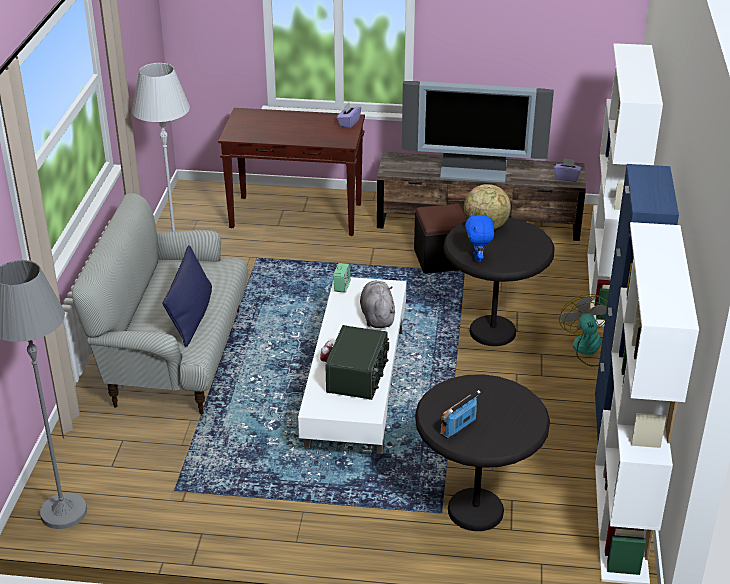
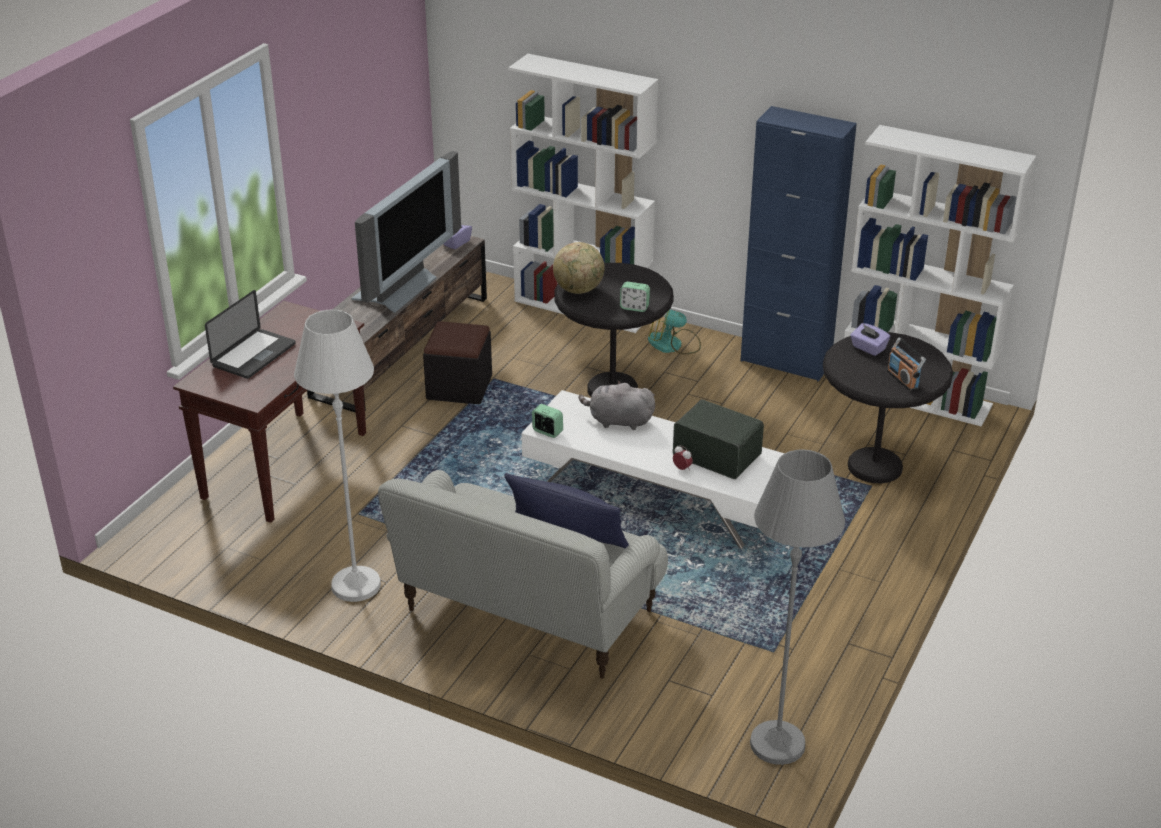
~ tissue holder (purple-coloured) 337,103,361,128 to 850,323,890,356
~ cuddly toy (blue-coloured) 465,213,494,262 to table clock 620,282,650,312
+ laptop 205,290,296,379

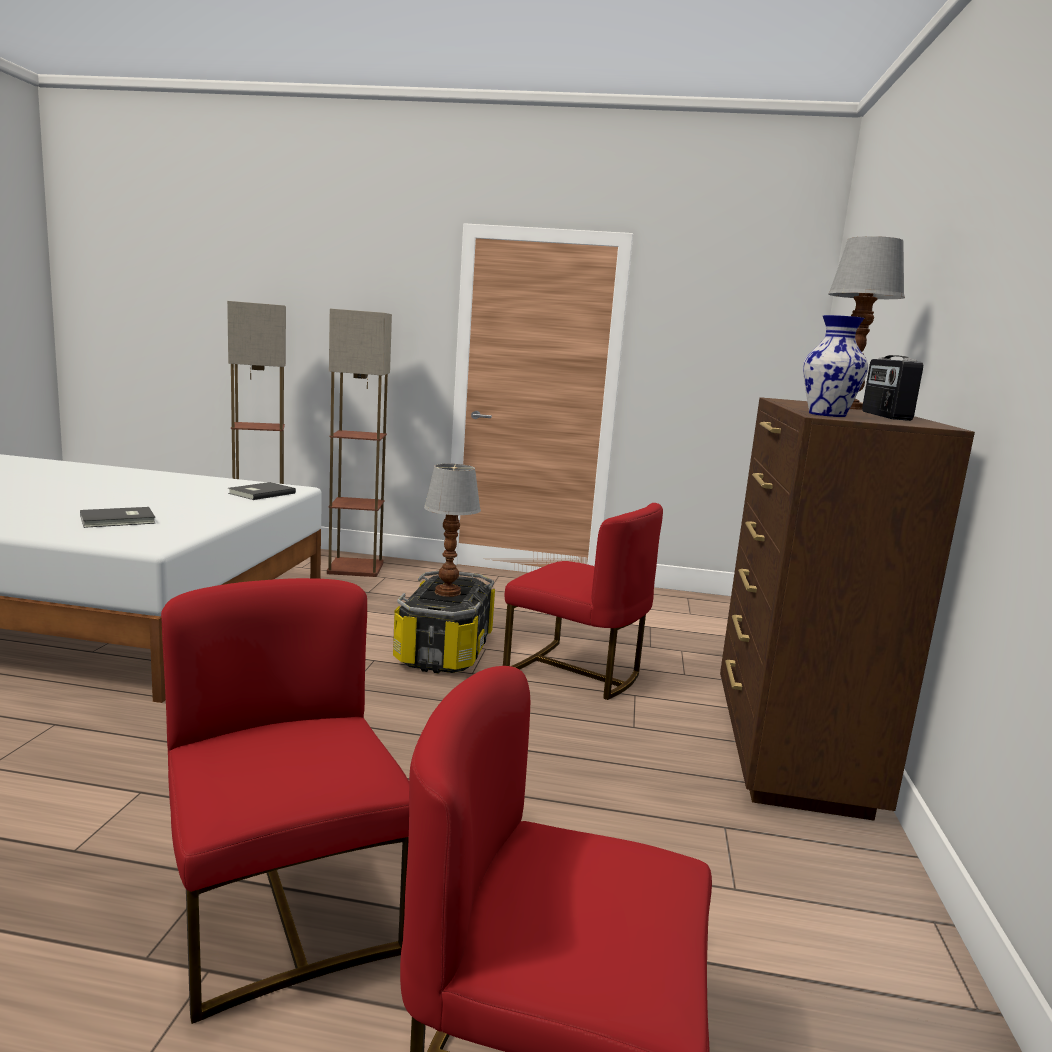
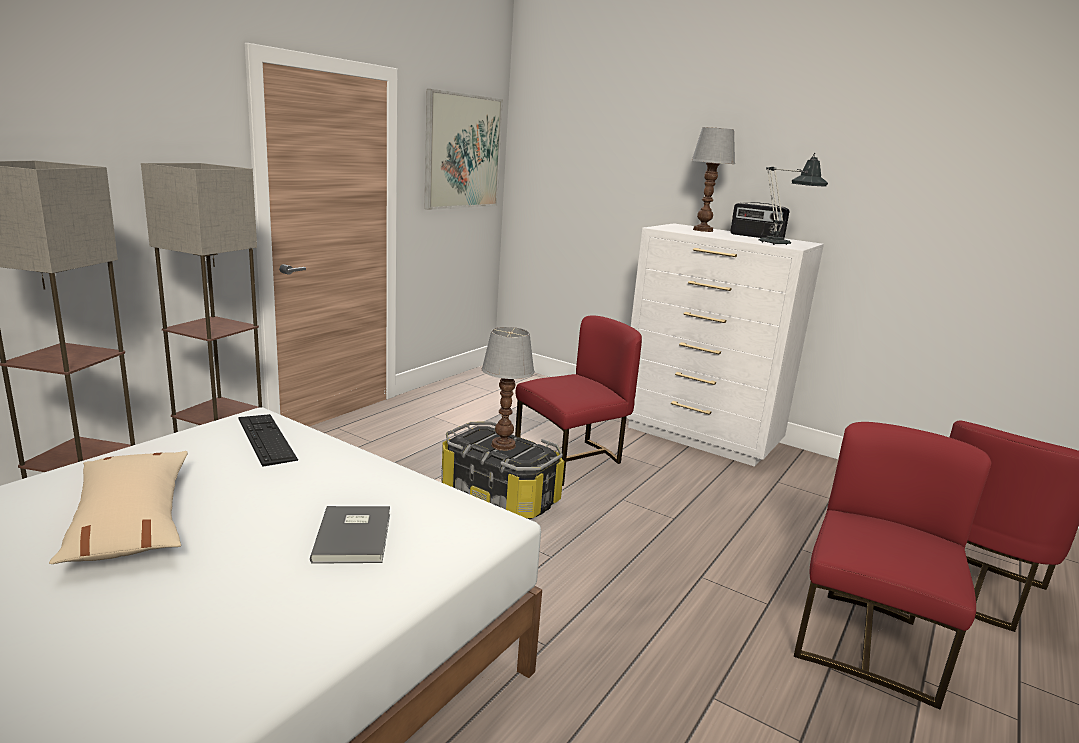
~ vase 803,315,868,417 to tabletop lamp 759,153,828,245
~ chest of drawers (brown-coloured) 720,397,975,820 to chest of drawers (white) 627,223,824,467
~ bound book (greyish) 228,482,296,500 to computer keyboard 239,414,298,467
~ upright chair (red) 161,578,409,1024 = 794,422,991,709 120 degrees clockwise
+ wall picture 424,89,503,210
+ throw pillow (beige) 49,451,188,564

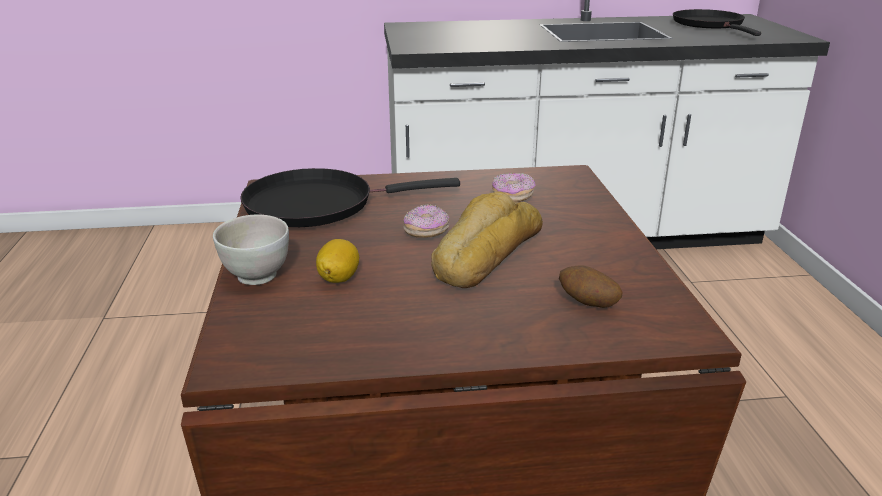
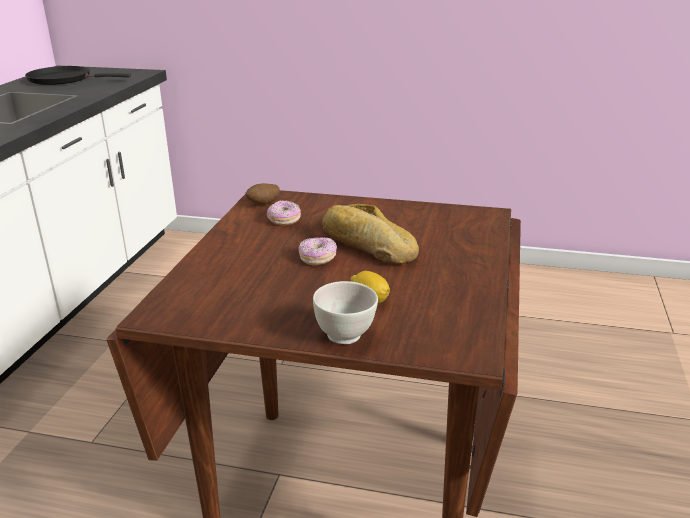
- skillet (blackish) 240,168,460,227
~ potato 559,265,623,308 to 245,183,279,205

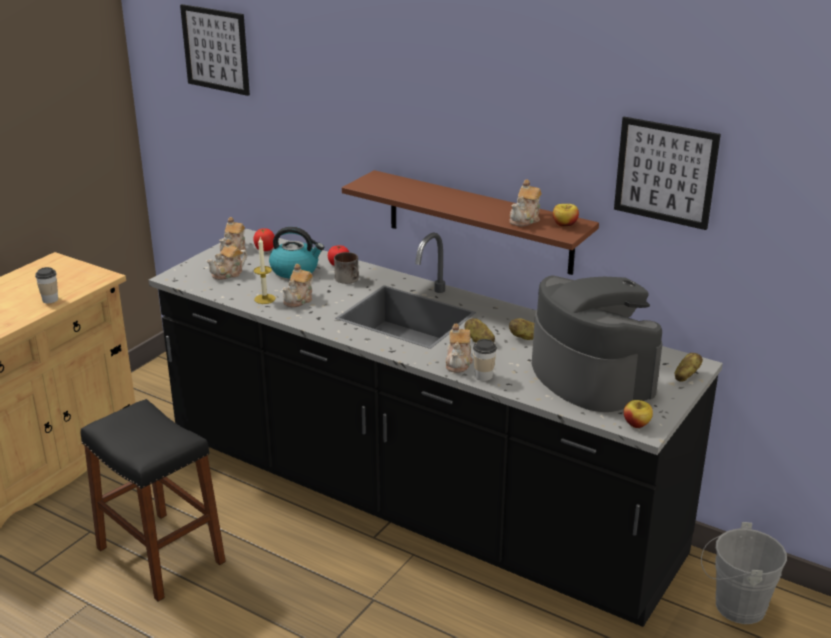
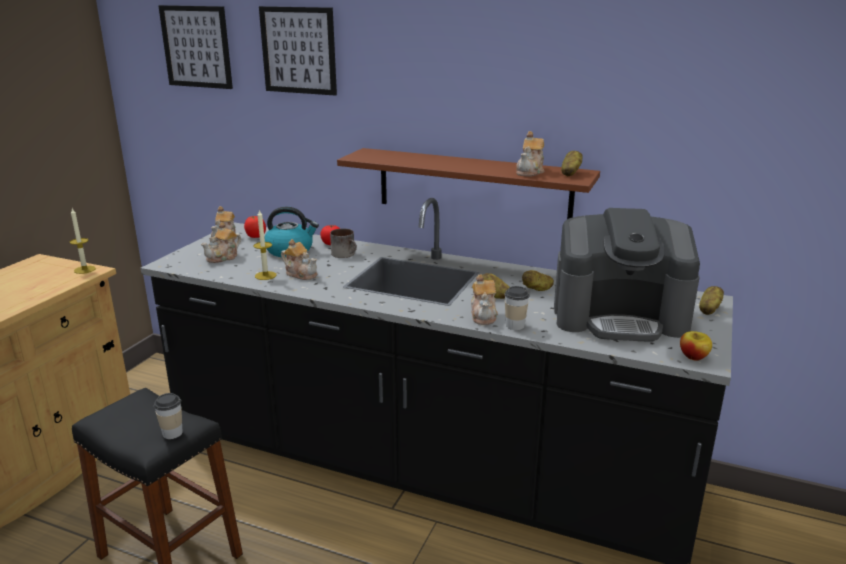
~ wall picture 614,117,721,230 to 259,6,337,95
~ whole apple 553,204,579,227 to potato 561,151,583,176
~ teapot 282,264,313,307 = 281,239,317,280 75 degrees counterclockwise
~ drinking cup 35,267,58,303 to 154,393,183,439
~ coffee maker 532,276,662,412 = 554,208,700,342 135 degrees clockwise
- bucket (greyish) 701,522,787,624
+ wax candle 70,208,96,274

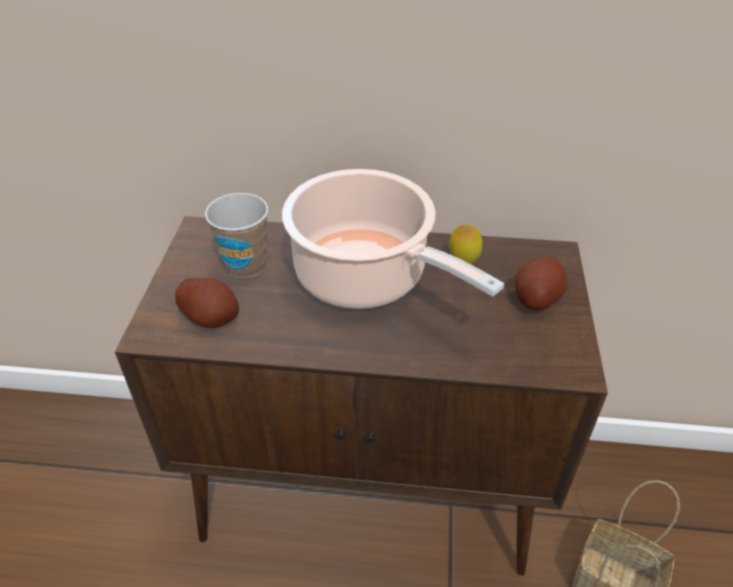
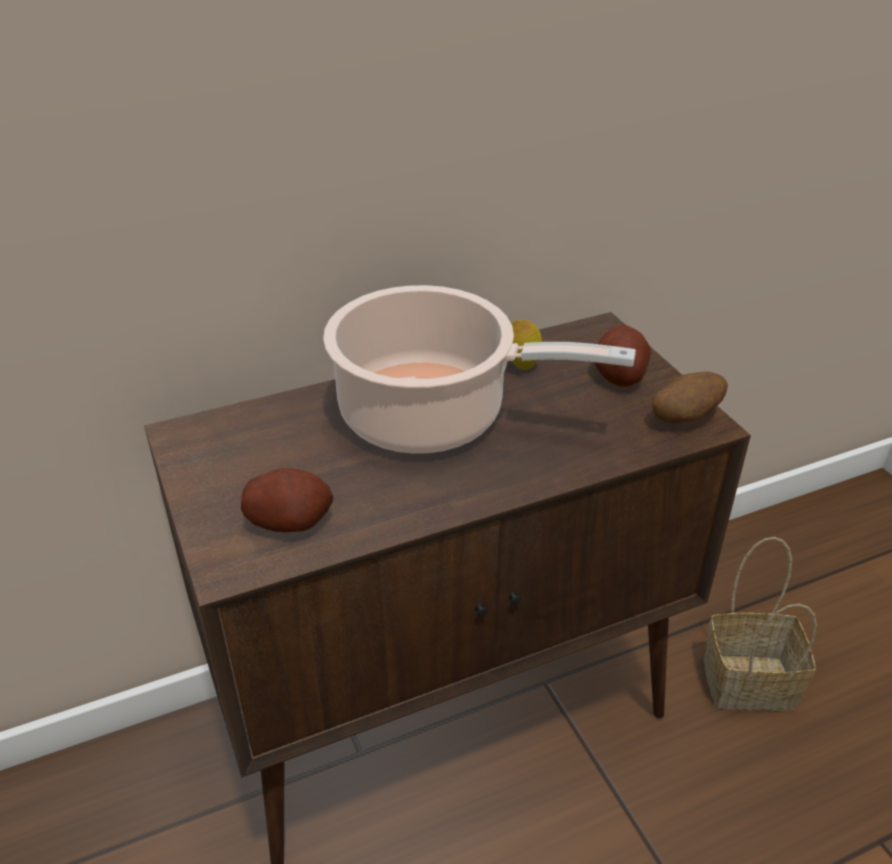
- drinking cup 205,193,268,278
+ potato 652,371,728,424

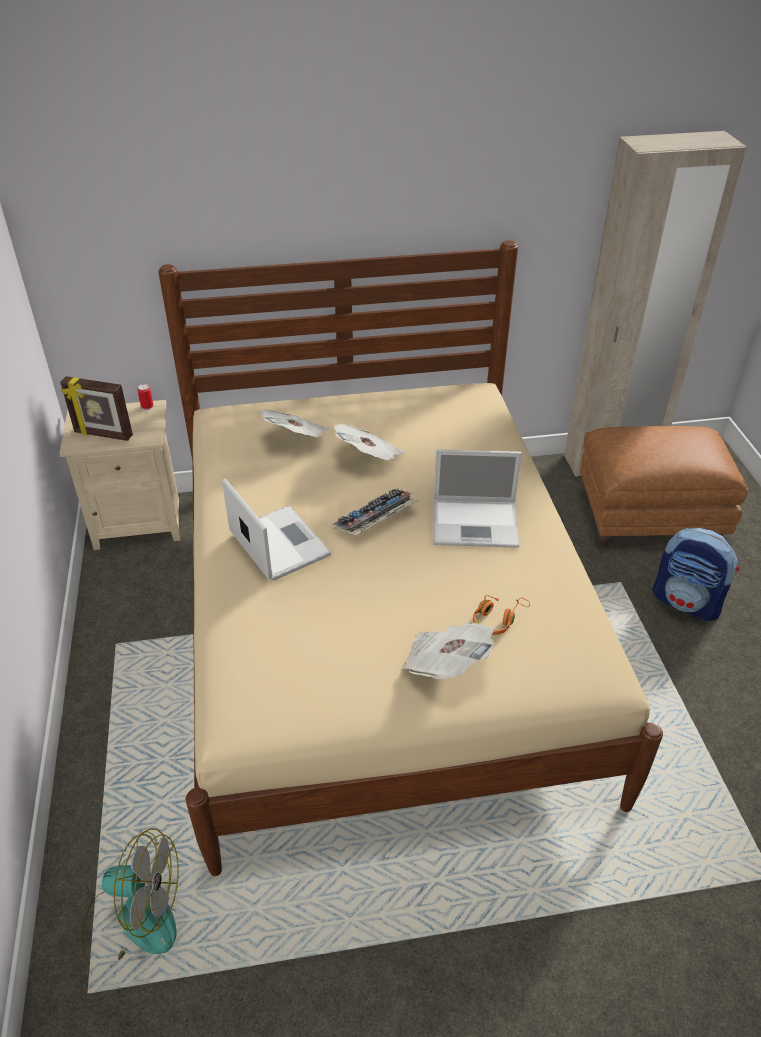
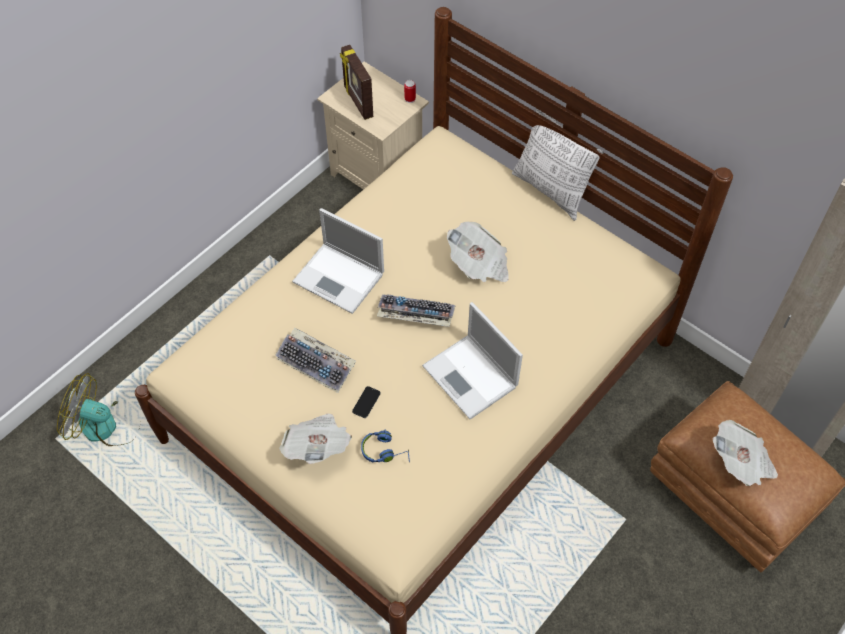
~ daily paper 258,409,330,438 to 713,420,778,486
~ laptop 222,479,331,581 = 292,208,384,314 105 degrees clockwise
- knapsack 652,528,740,621
~ pair of headphones (orangey) 473,595,530,635 to pair of headphones (blue-coloured) 361,429,410,463
~ cooling fan 81,828,179,968 = 57,373,140,446 135 degrees clockwise
+ throw pillow 512,108,604,221
+ computer keyboard 275,327,356,393
+ phone 352,386,381,418

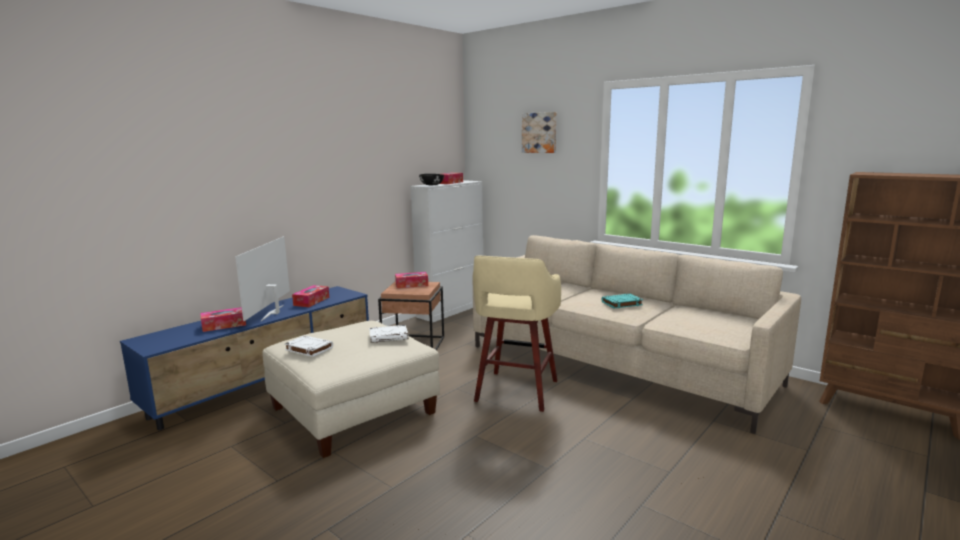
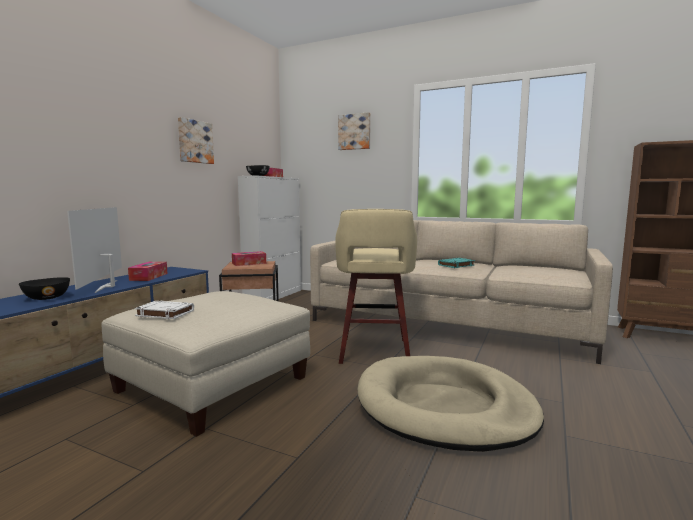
~ tissue holder 200,307,246,332 to serving bowl (blackish) 19,277,70,300
- bound book (white) 369,325,408,343
+ wall picture 178,117,214,164
+ pet bed (beige) 357,356,544,452

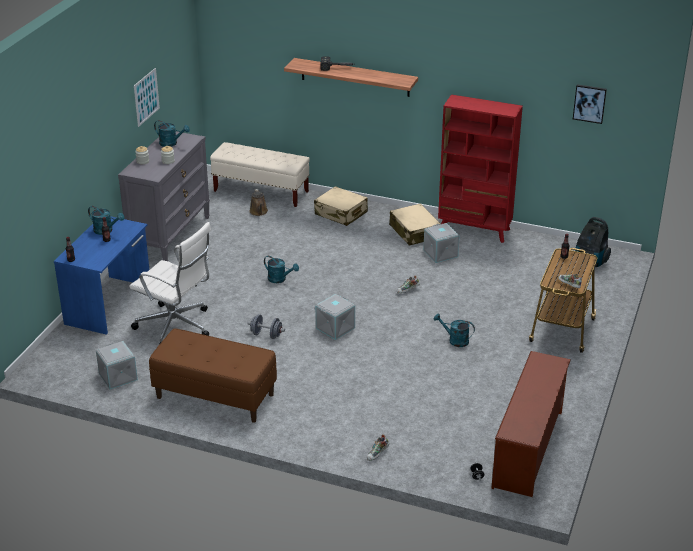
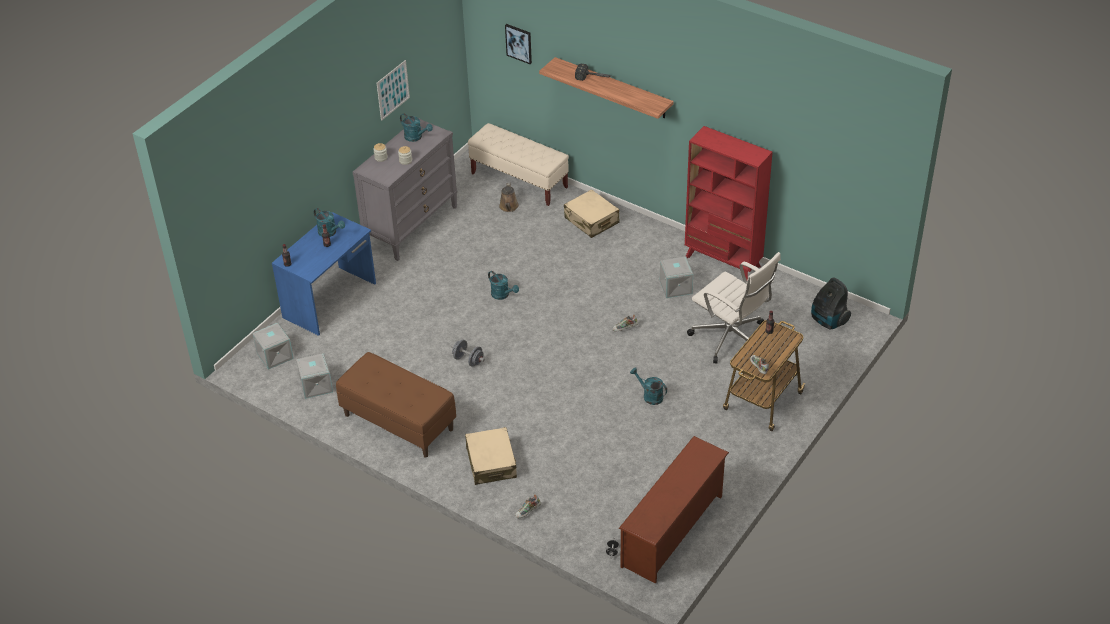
~ wall picture 573,84,607,124 to 505,24,532,64
~ piece of luggage (beige) 389,203,441,246 to 465,427,517,485
~ computer chair (white) 129,222,211,345 to 687,252,781,363
~ storage container (greyish) 315,294,355,340 to 253,323,294,370

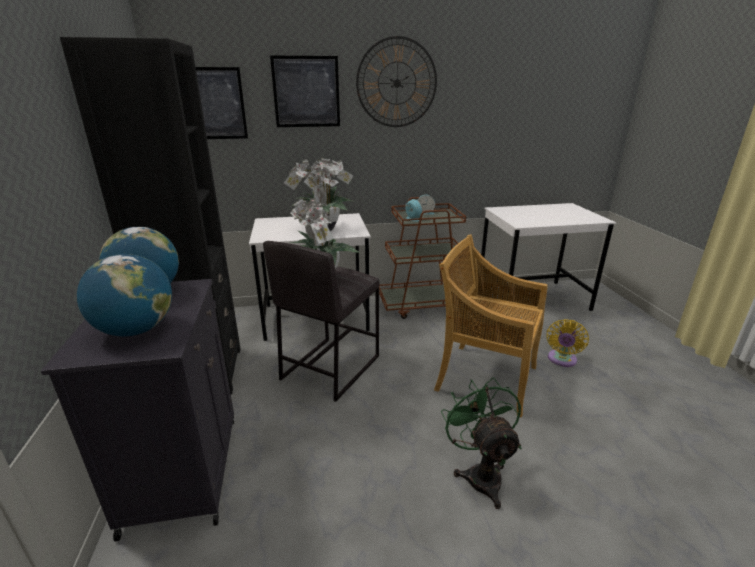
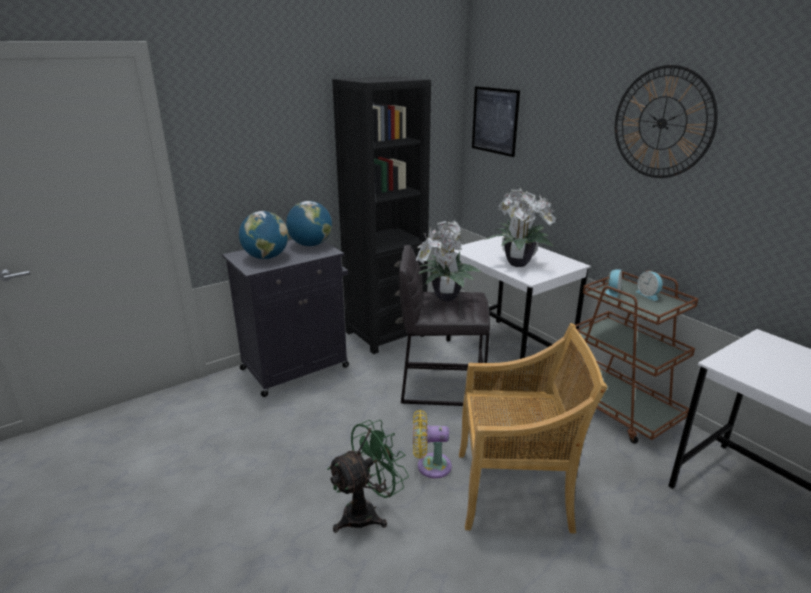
- wall picture 270,55,340,127
~ upright chair (beige) 434,234,548,417 = 459,323,608,533 90 degrees clockwise
~ cooling fan (yellow) 546,319,589,367 to 413,410,452,478

